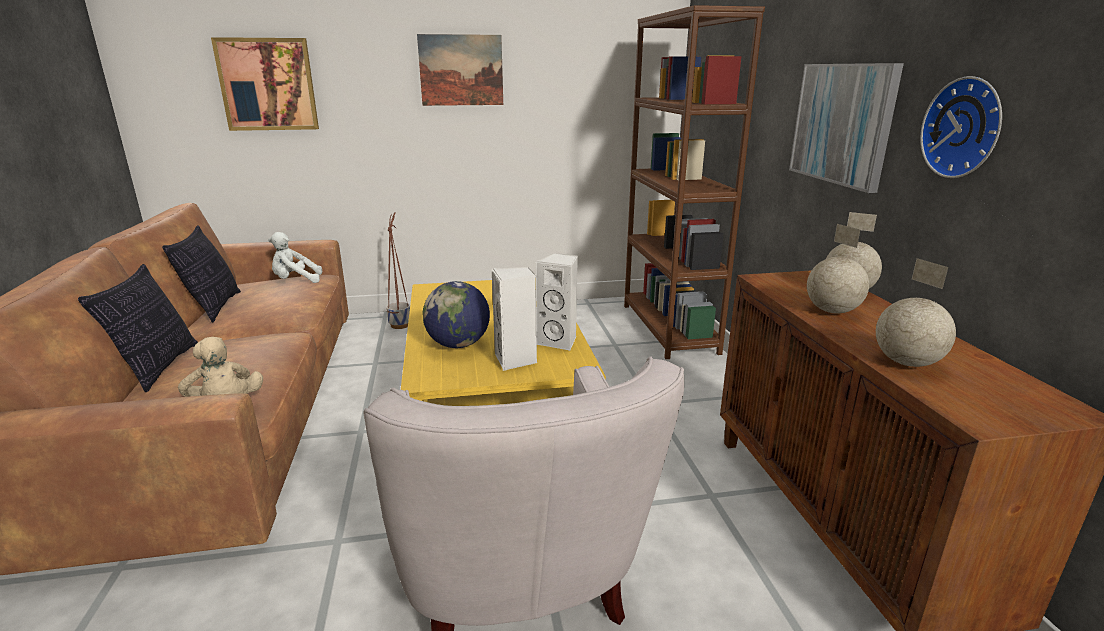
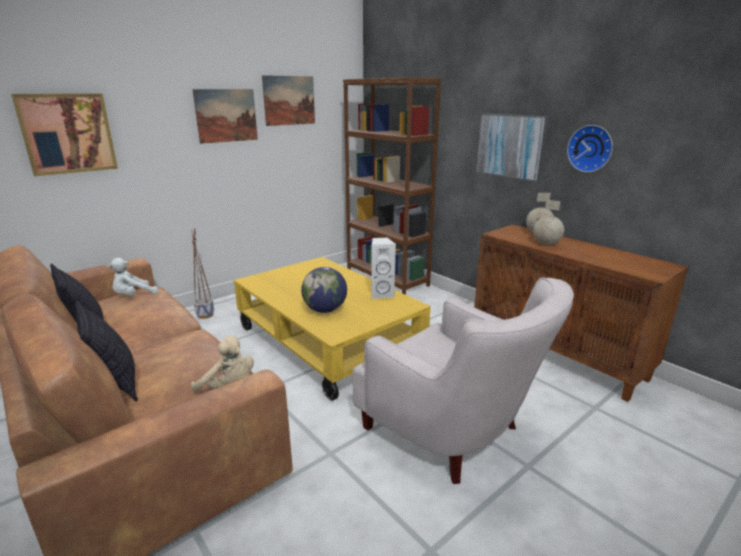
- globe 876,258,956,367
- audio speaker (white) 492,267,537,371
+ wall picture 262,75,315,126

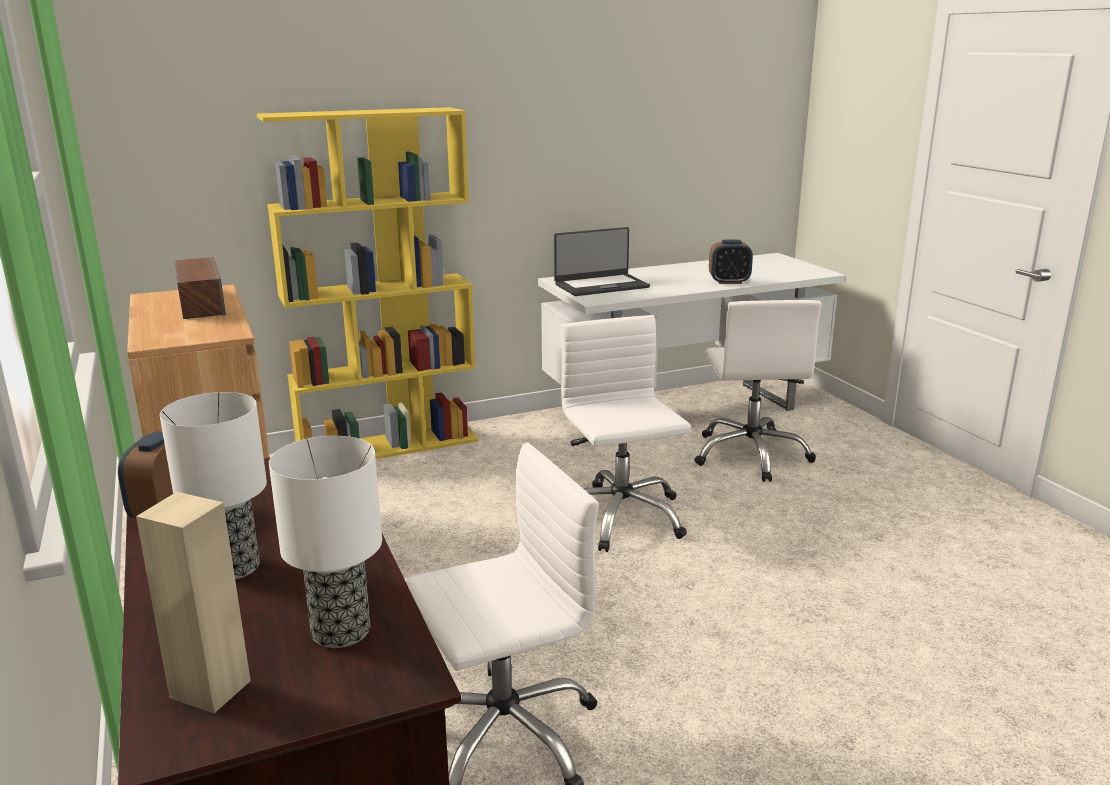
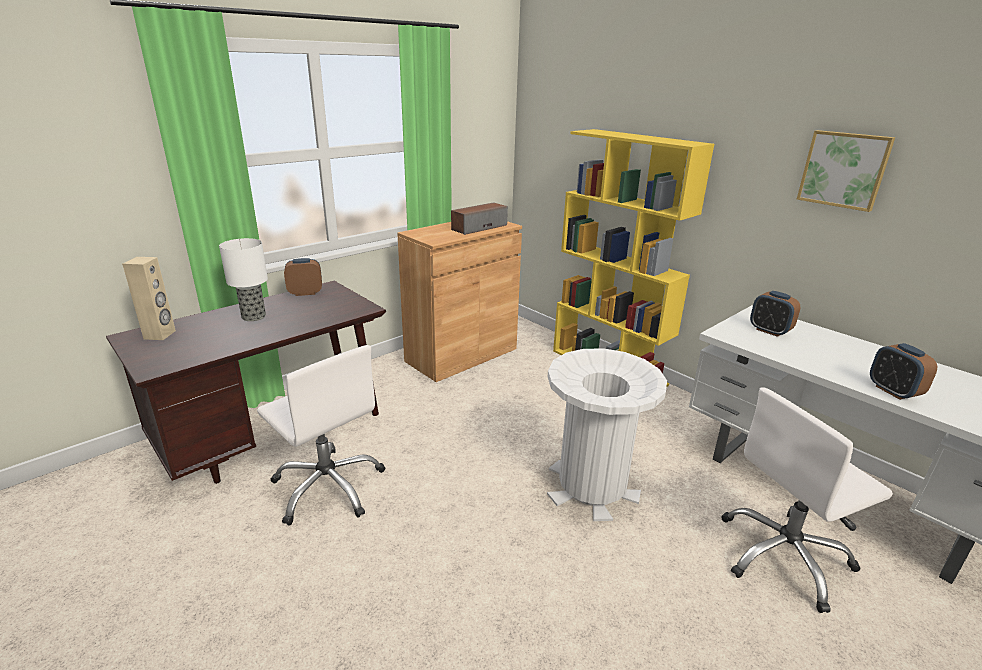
~ laptop 554,227,650,296 to table clock 750,291,800,337
~ computer chair (white) 561,315,691,552 to rubbish bin (white) 547,349,667,521
- tabletop lamp 269,436,382,648
+ wall picture 797,130,895,212

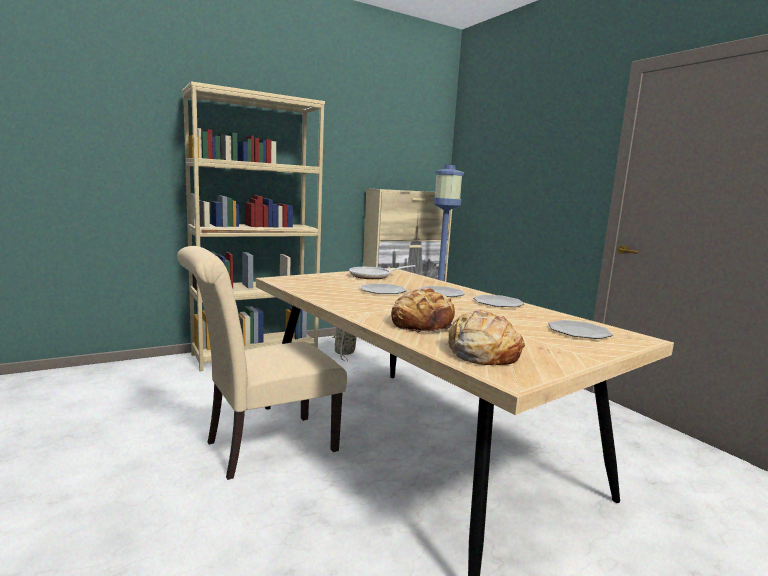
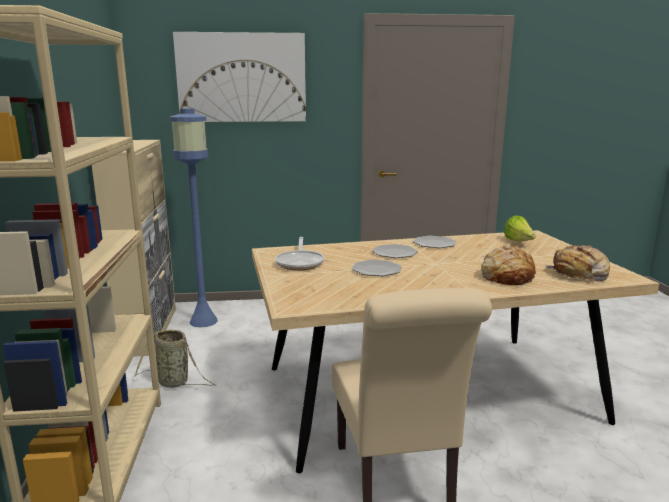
~ dinner plate 548,320,613,339 to lettuce 504,215,536,241
+ wall picture 173,32,306,122

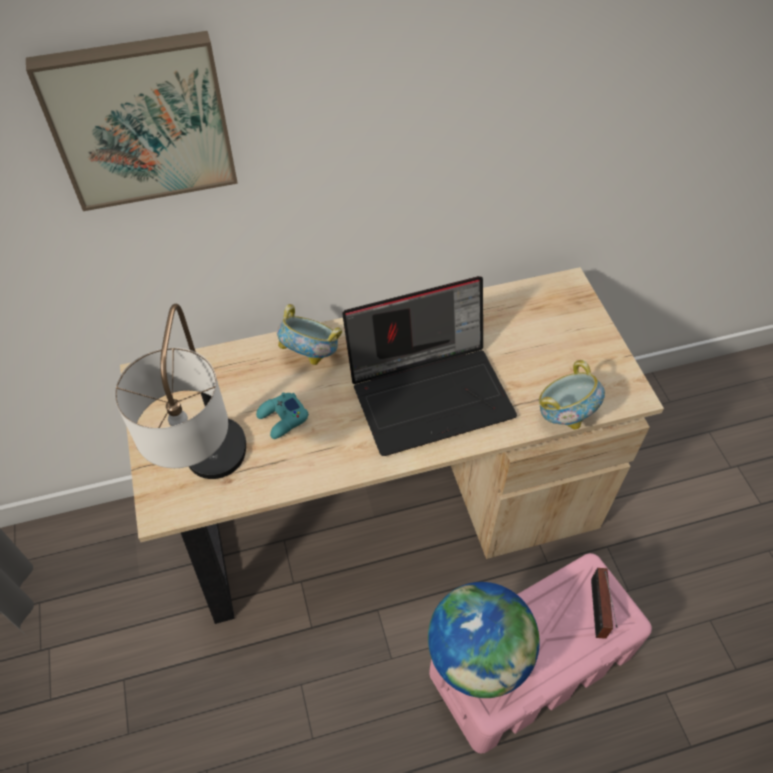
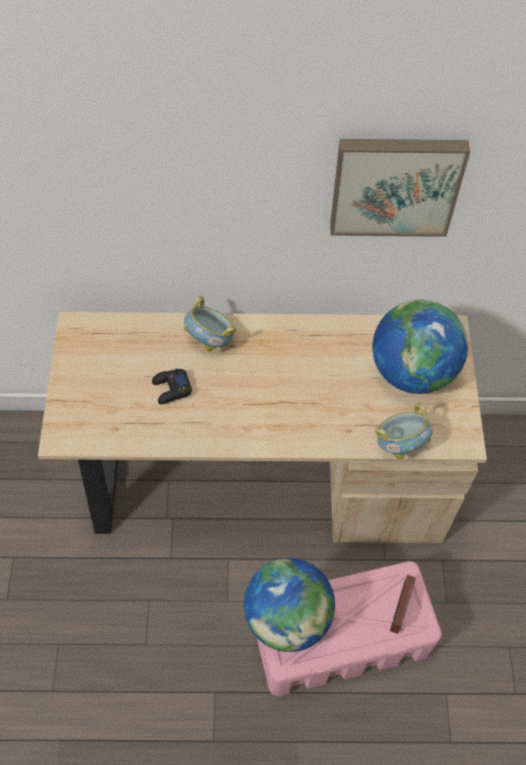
~ wall picture 26,31,238,211 to 330,139,470,237
- laptop 342,276,517,456
- tabletop lamp 115,304,246,479
~ gamepad (turquoise) 256,392,309,439 to gamepad (blackish) 152,368,192,404
+ globe 372,300,468,394

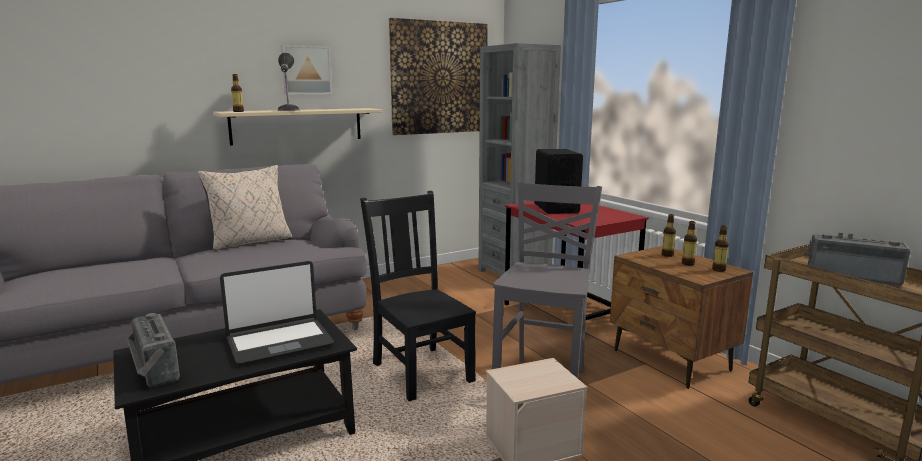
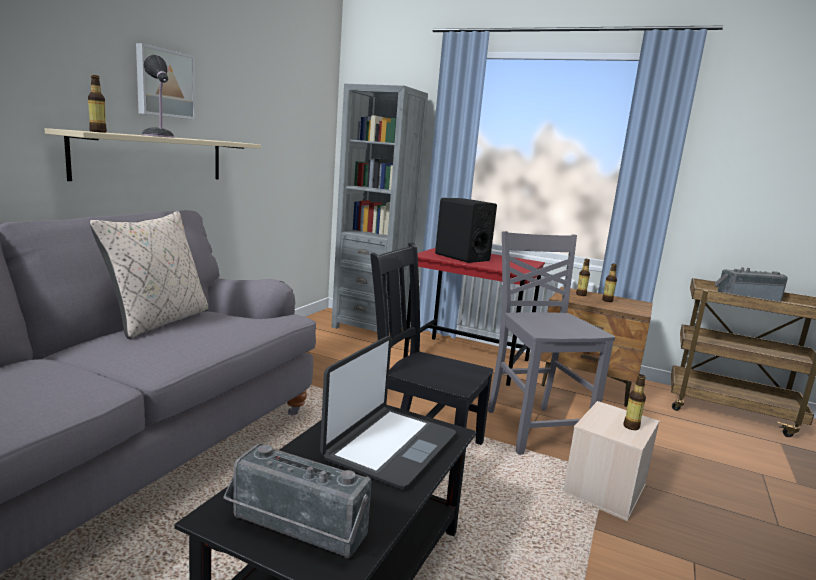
- wall picture 389,18,488,135
~ beverage bottle 712,226,729,272 to 624,374,646,430

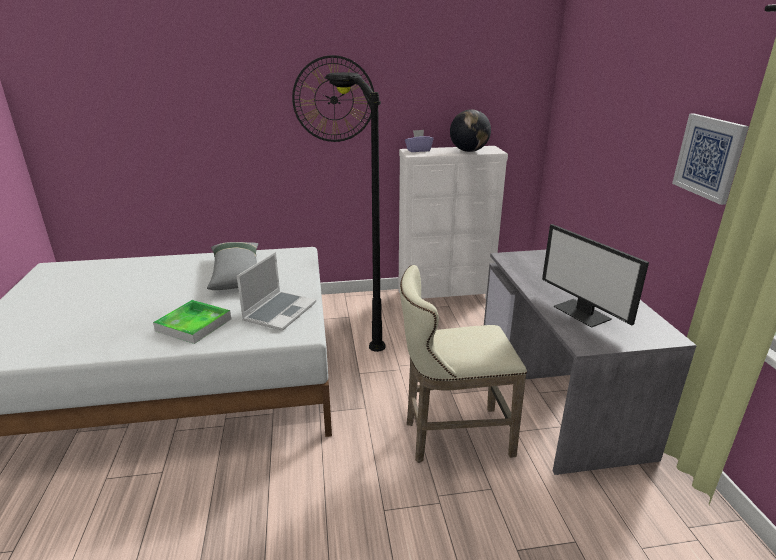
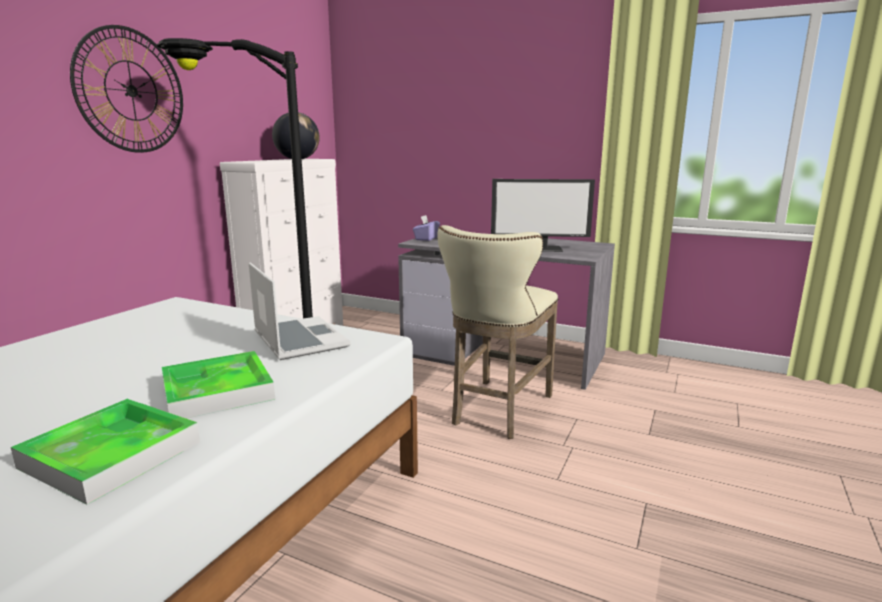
- wall picture 672,114,749,205
~ tissue holder (purple-coloured) 405,130,433,152 to 413,215,440,241
- throw pillow (greyish) 207,242,258,290
+ carrying tray 11,399,200,505

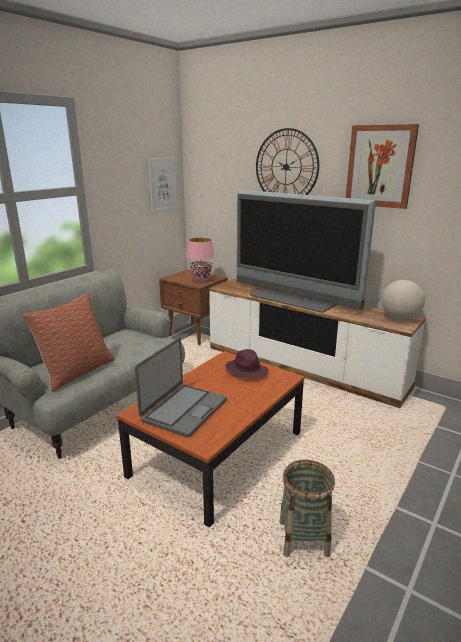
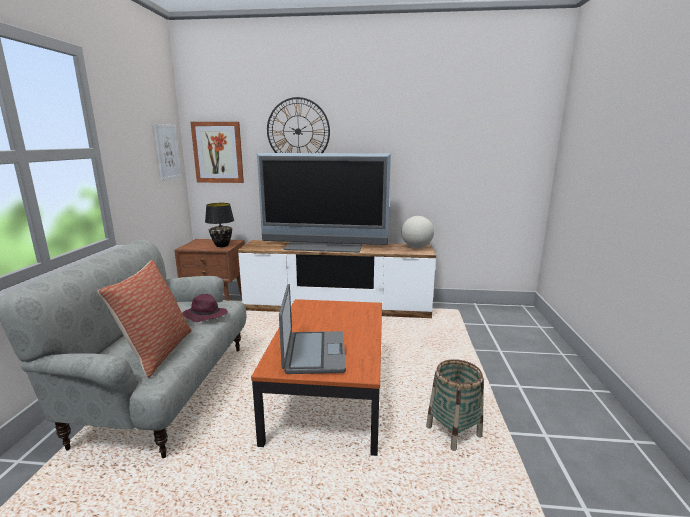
~ wall picture 346,124,419,209 to 190,122,244,183
~ tabletop lamp (pinkish) 187,238,215,283 to tabletop lamp (blackish) 205,203,234,247
~ clothing hat (purple-coloured) 225,349,269,378 to 182,294,228,322

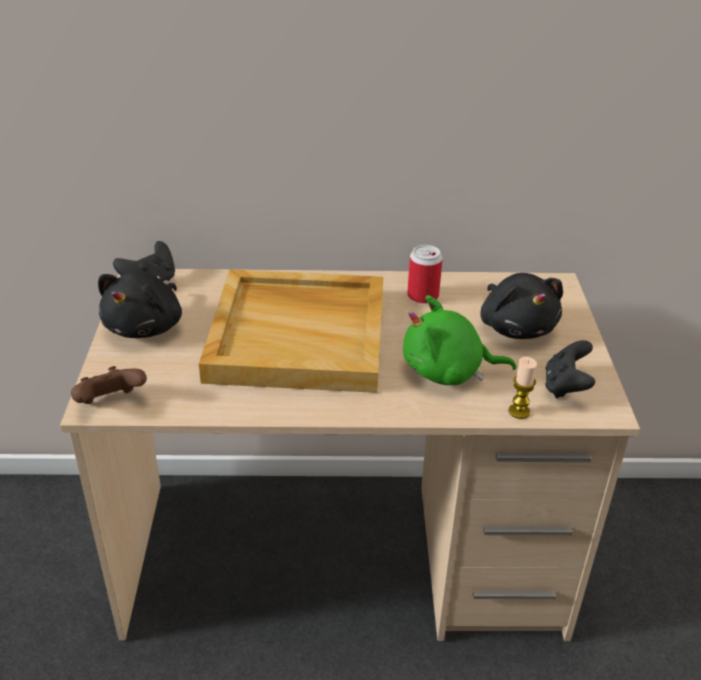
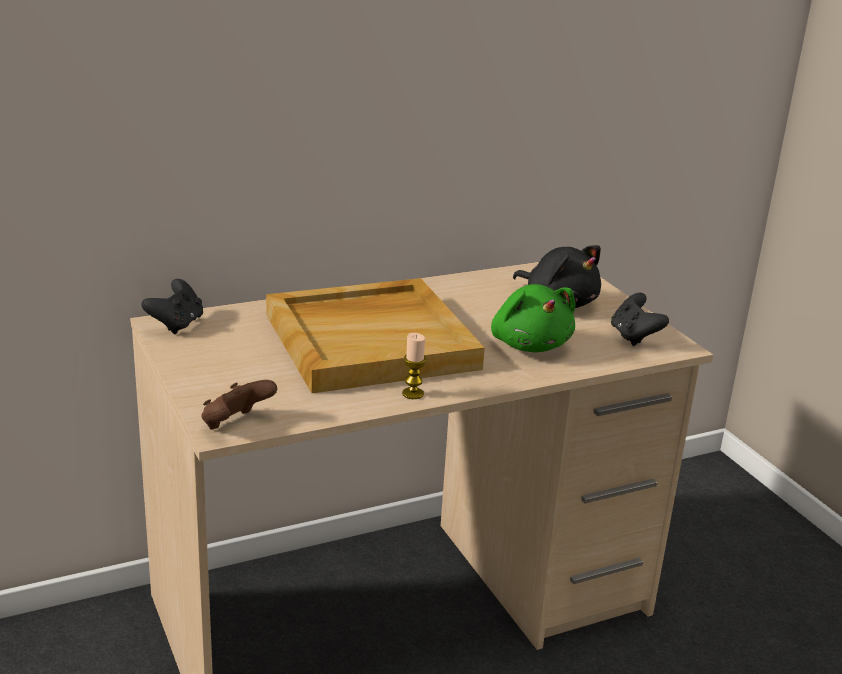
- can 407,245,443,304
- cuddly toy (blackish) 98,271,182,338
~ cuddly toy (green) 403,295,516,385 = 491,284,576,352 90 degrees counterclockwise
~ wax candle 509,357,537,419 to 402,333,426,399

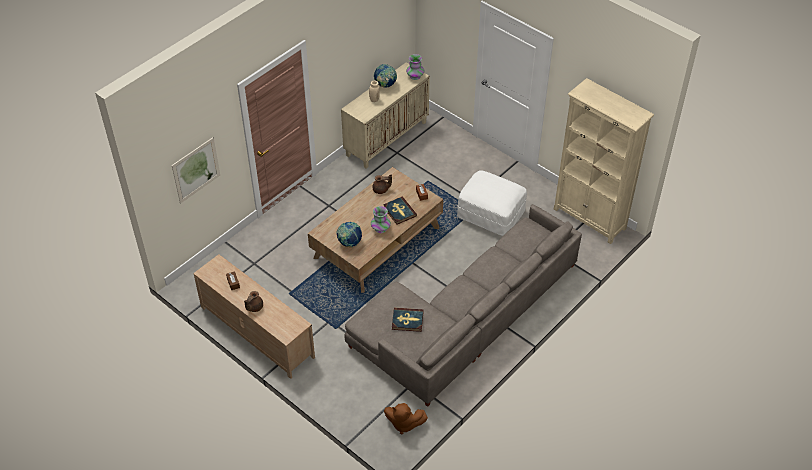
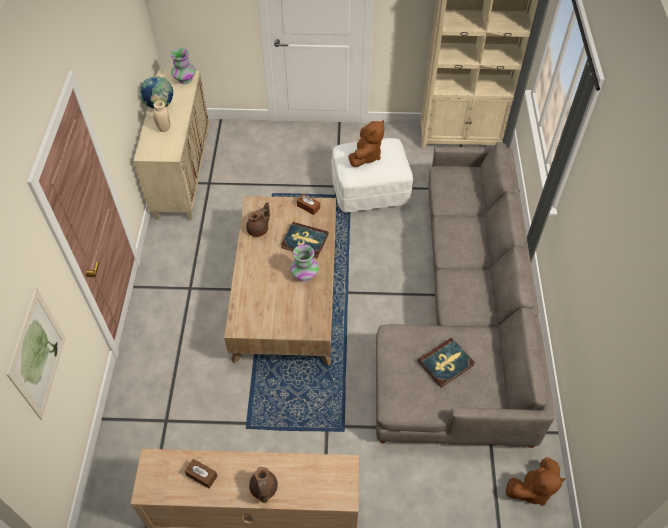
- globe 336,222,362,247
+ cuddly toy (brown-coloured) 348,119,385,167

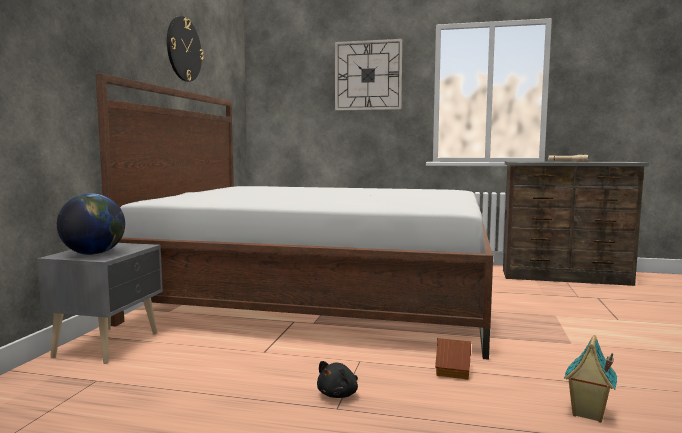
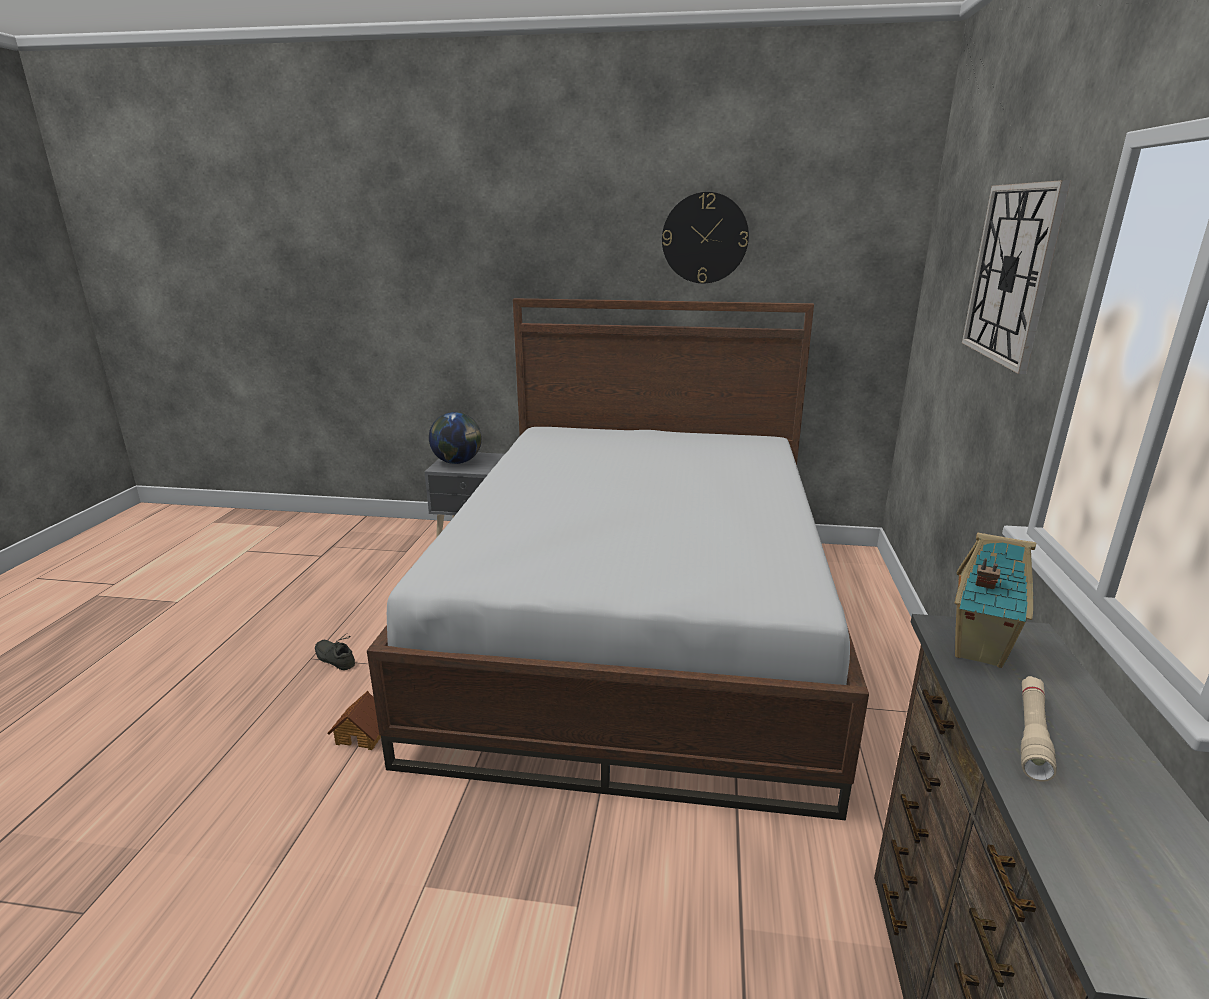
~ model house 564,335,617,423 to 955,533,1036,668
~ cuddly toy (blackish) 317,361,358,398 to shoe (greyish) 315,633,355,670

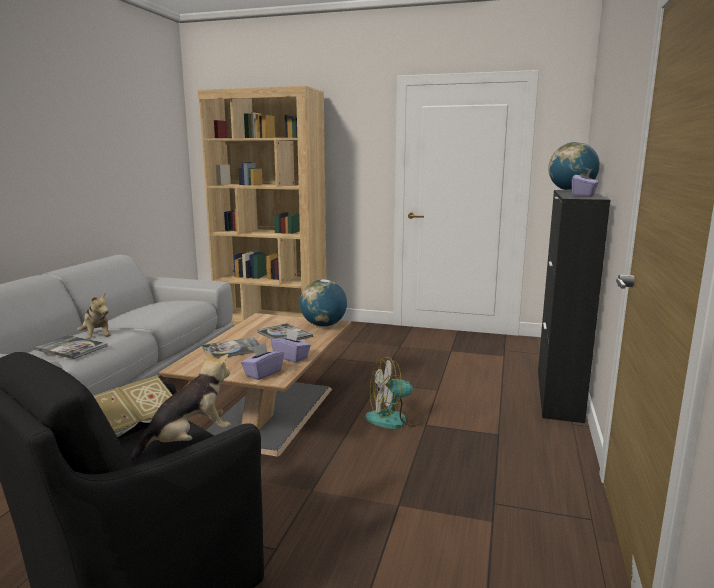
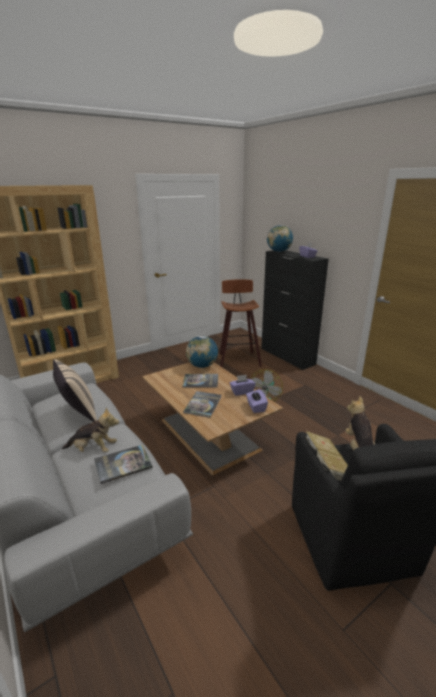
+ stool 220,279,262,368
+ throw pillow (beige) 53,359,97,422

